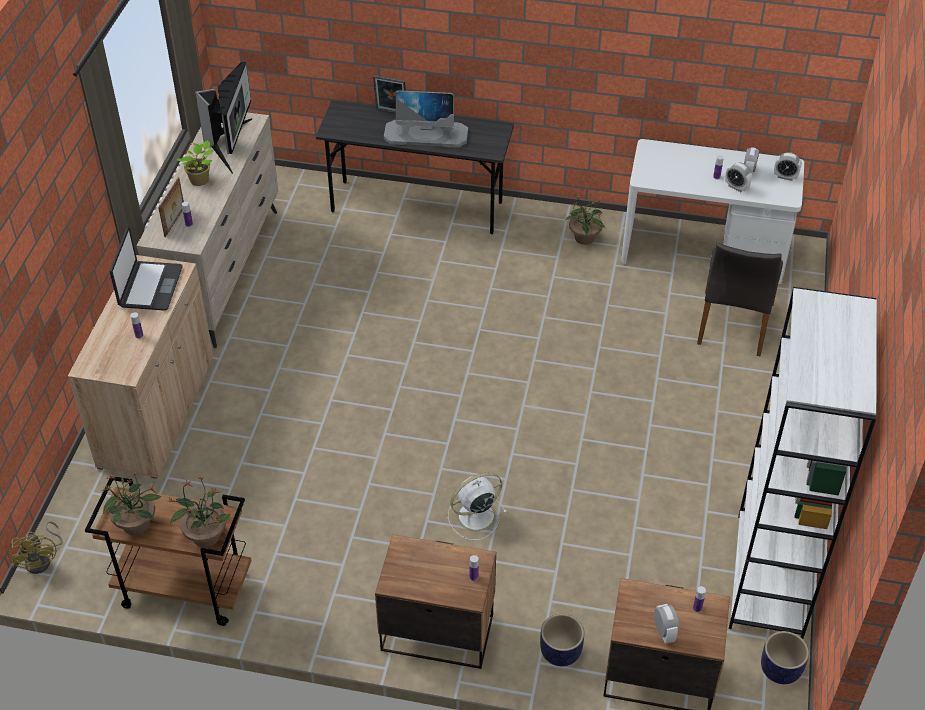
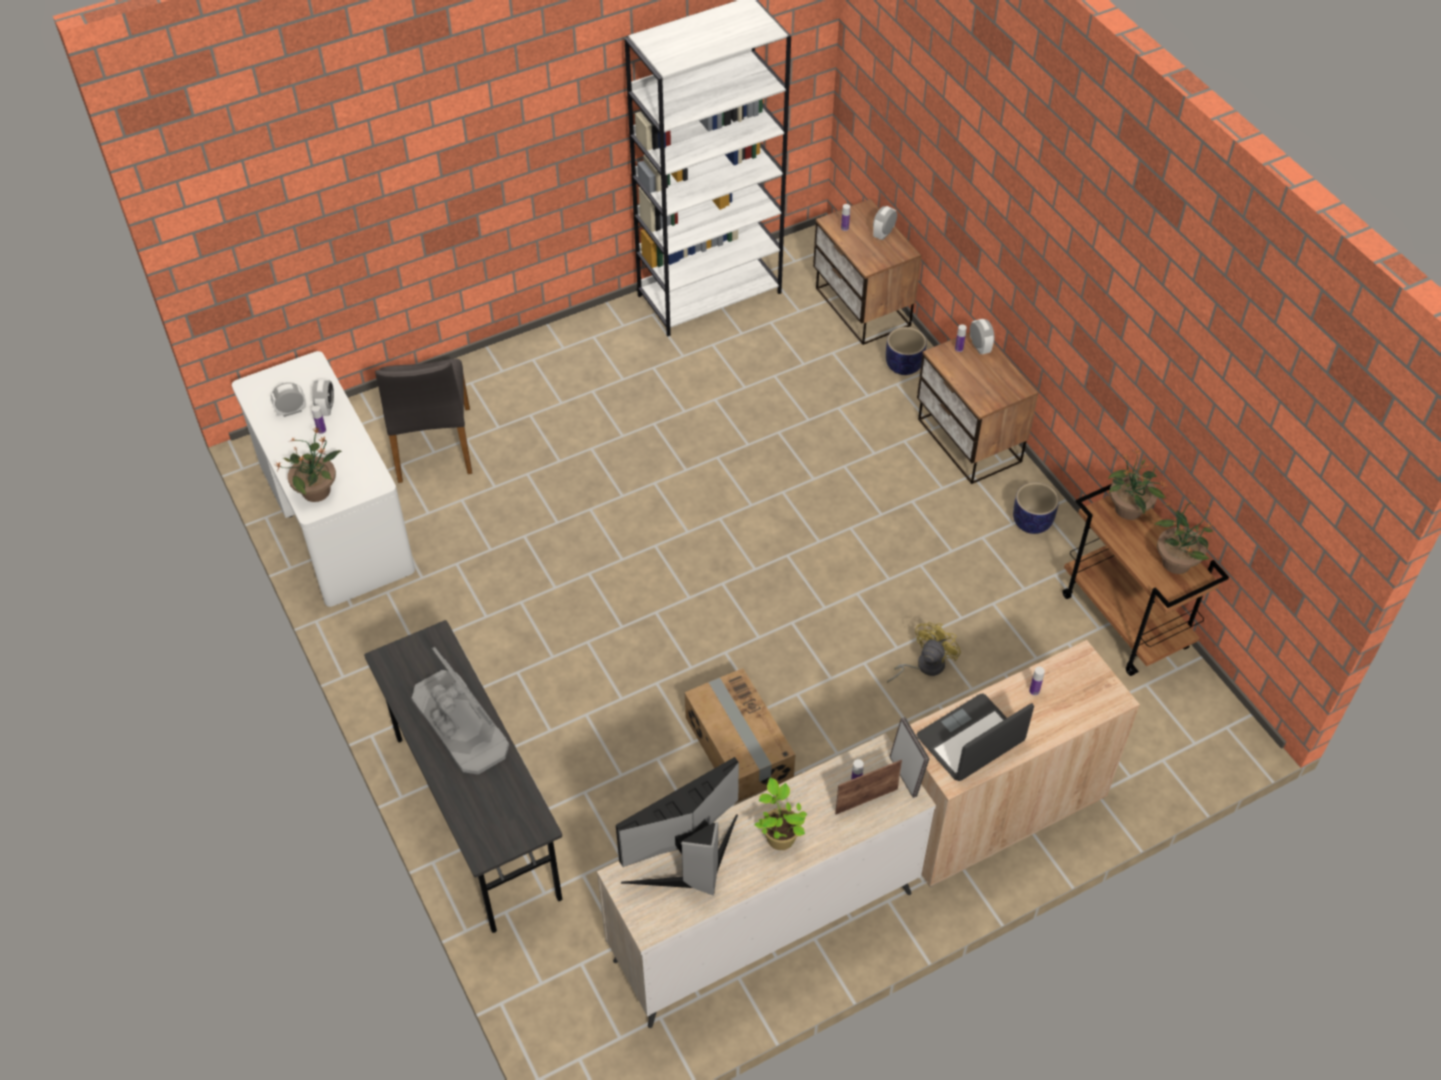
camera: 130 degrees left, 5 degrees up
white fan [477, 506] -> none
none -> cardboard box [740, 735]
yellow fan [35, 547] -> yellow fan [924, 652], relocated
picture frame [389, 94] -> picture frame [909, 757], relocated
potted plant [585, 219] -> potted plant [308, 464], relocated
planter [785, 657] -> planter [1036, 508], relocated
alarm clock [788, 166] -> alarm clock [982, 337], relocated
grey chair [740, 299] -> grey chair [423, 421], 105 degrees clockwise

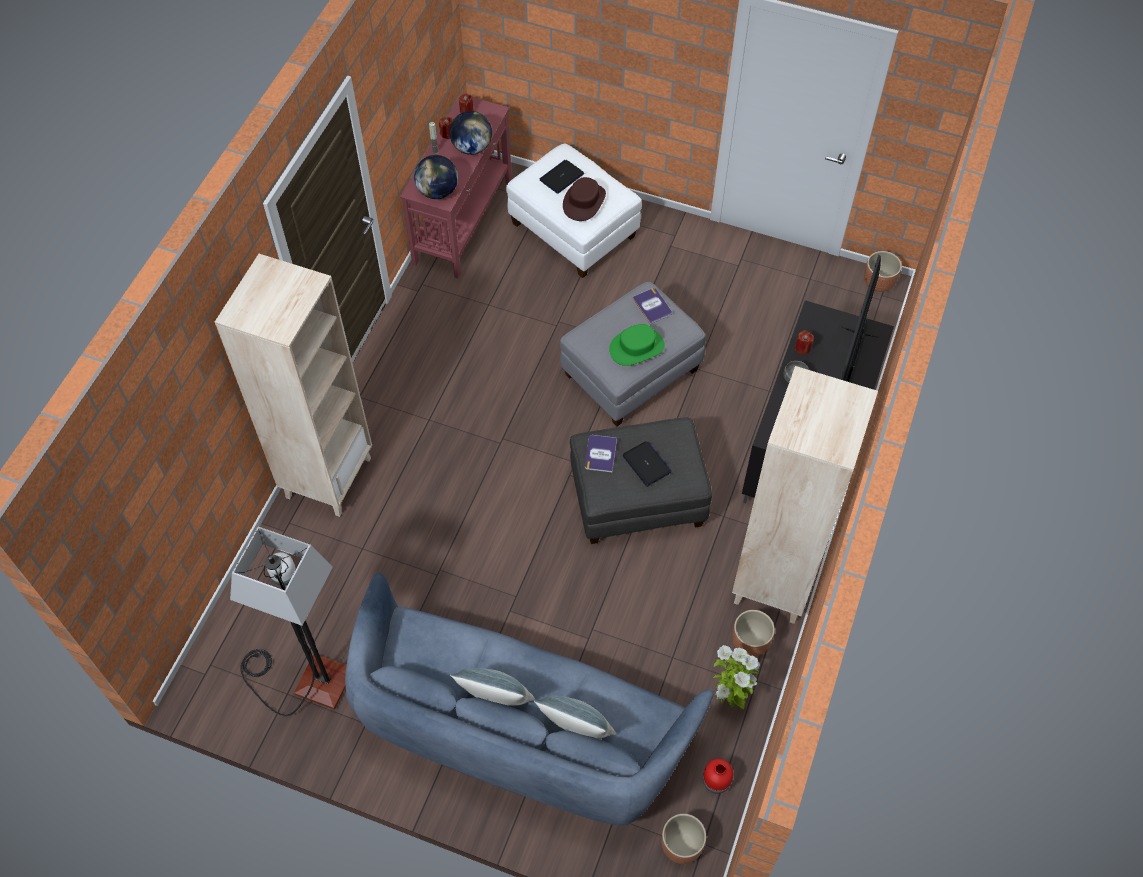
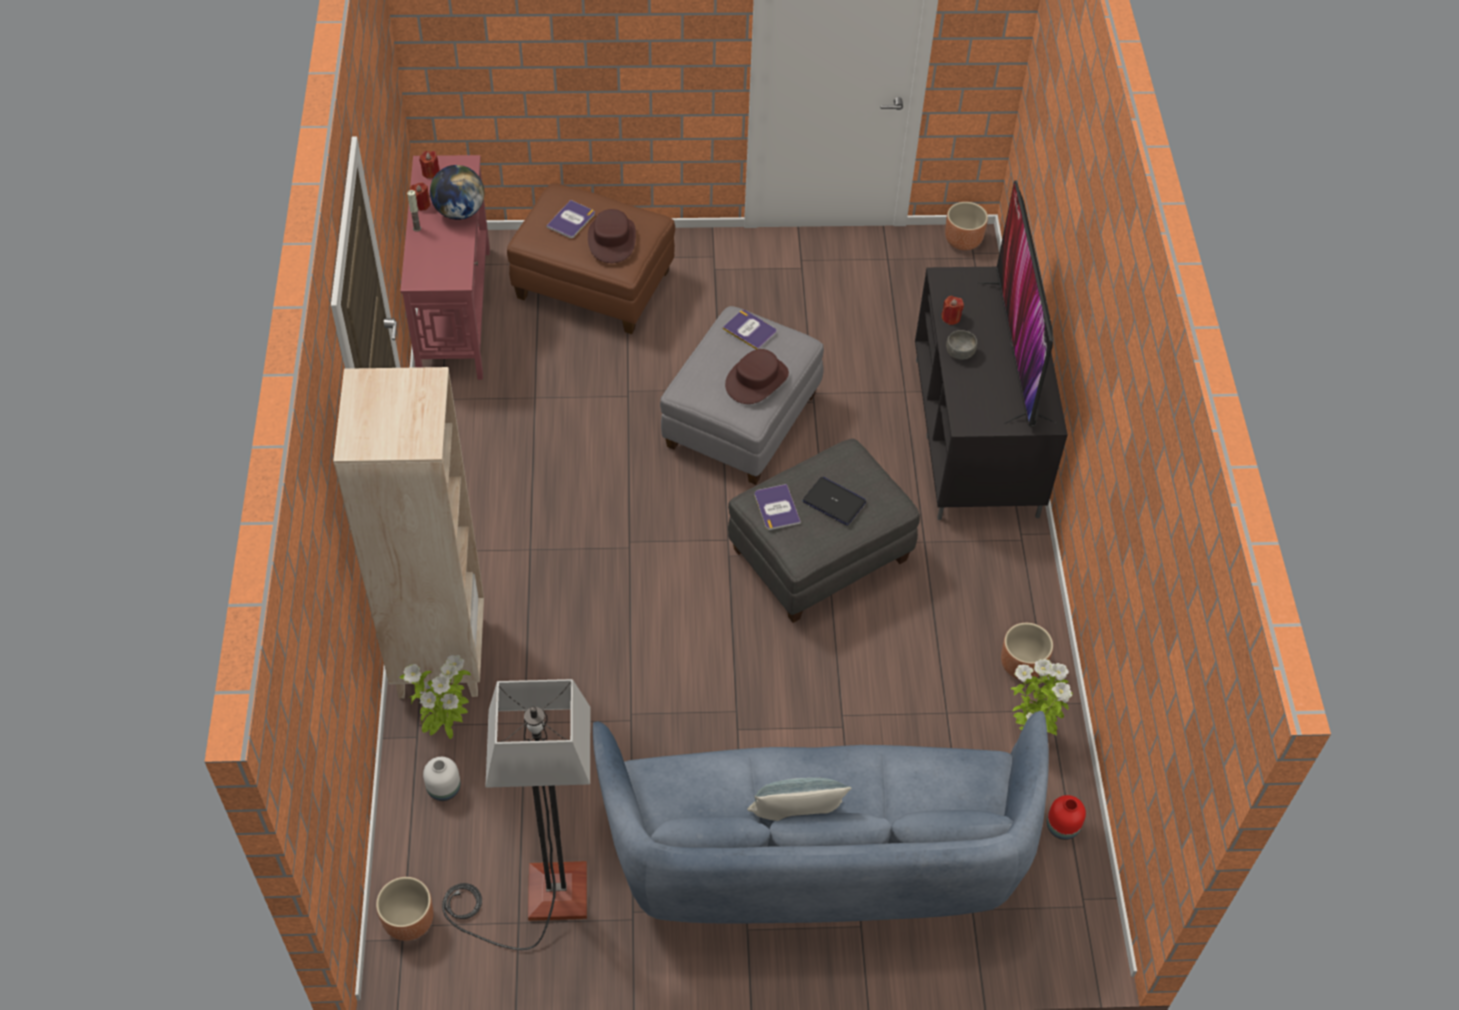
camera: 25 degrees left, 5 degrees down
globe [436, 177] -> none
pillow [575, 717] -> none
beige bookcase [805, 495] -> none
none -> potted plant [435, 697]
brown planter [683, 839] -> brown planter [405, 909], relocated
laptop [561, 177] -> book [570, 219]
white ottoman [574, 210] -> brown ottoman [591, 258]
green hat [637, 345] -> brown hat [757, 376]

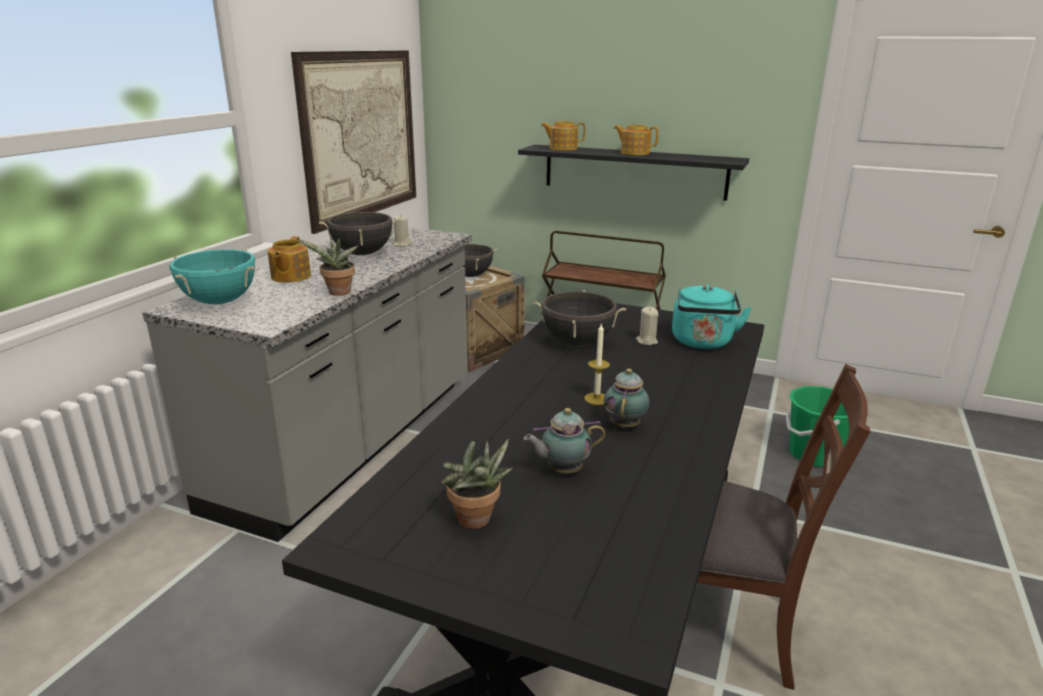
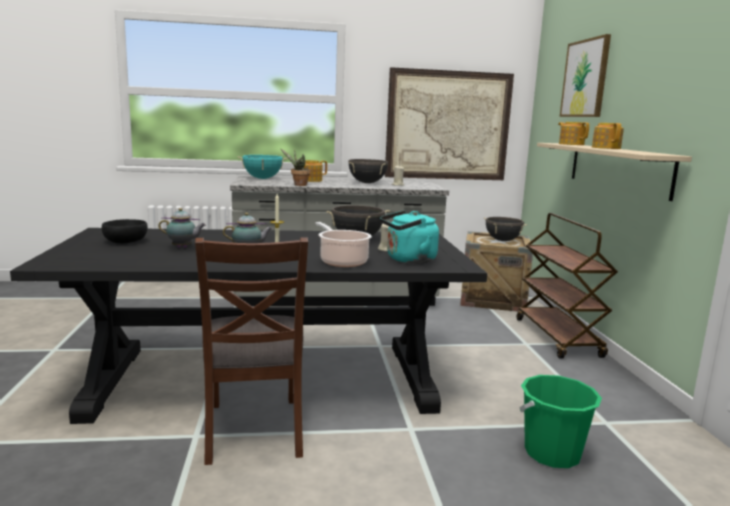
camera: 60 degrees right, 10 degrees down
none -> cooking pot [344, 244]
none -> picture [585, 75]
potted plant [477, 484] -> black bowl [125, 231]
black shelf [633, 173] -> beige shelf [614, 172]
teapot [564, 440] -> teapot [182, 228], 135 degrees clockwise

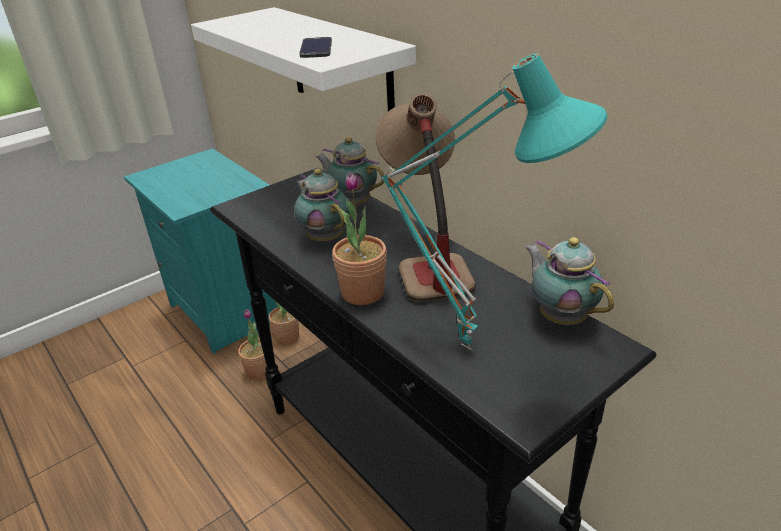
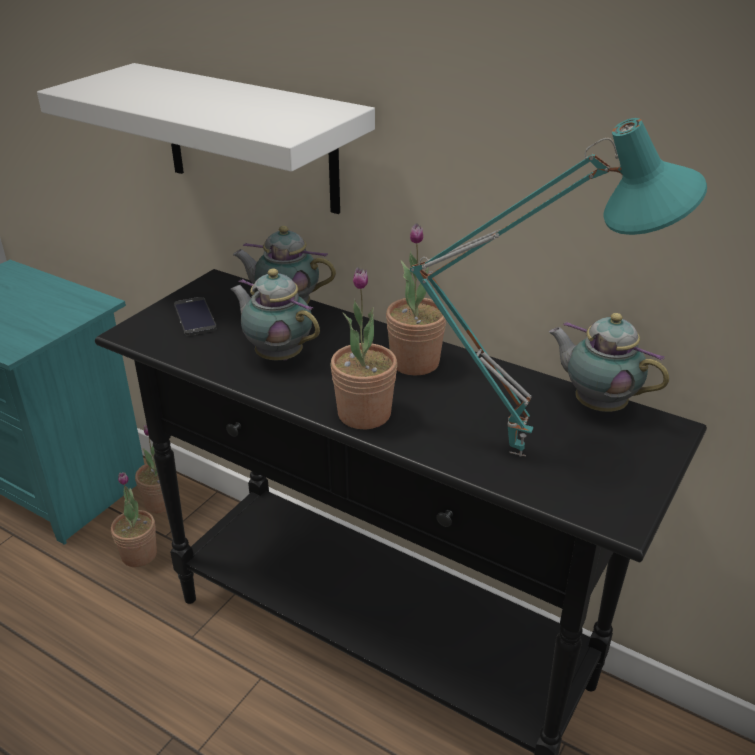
camera: 20 degrees left, 0 degrees up
phone [315, 47] -> phone [195, 316], relocated
table lamp [426, 198] -> potted plant [416, 299]

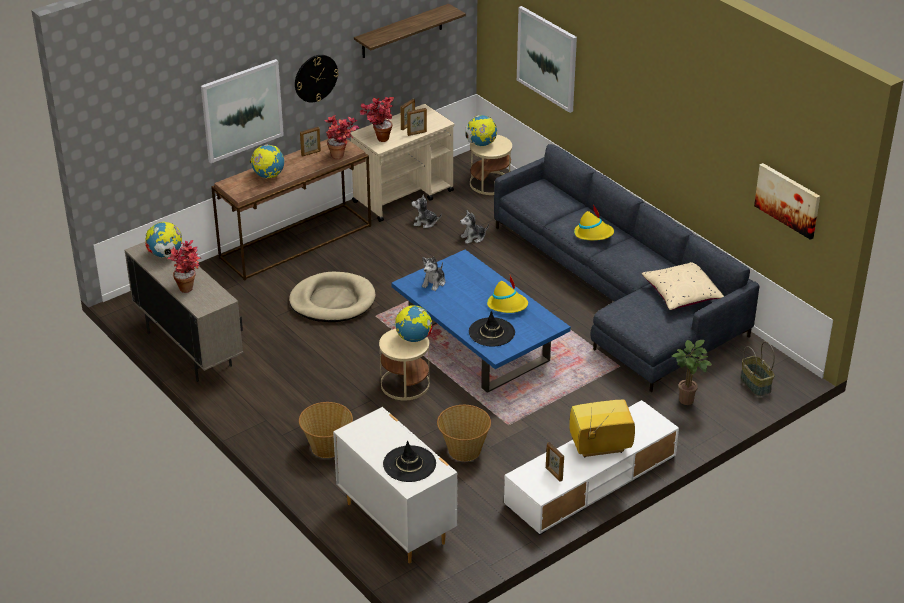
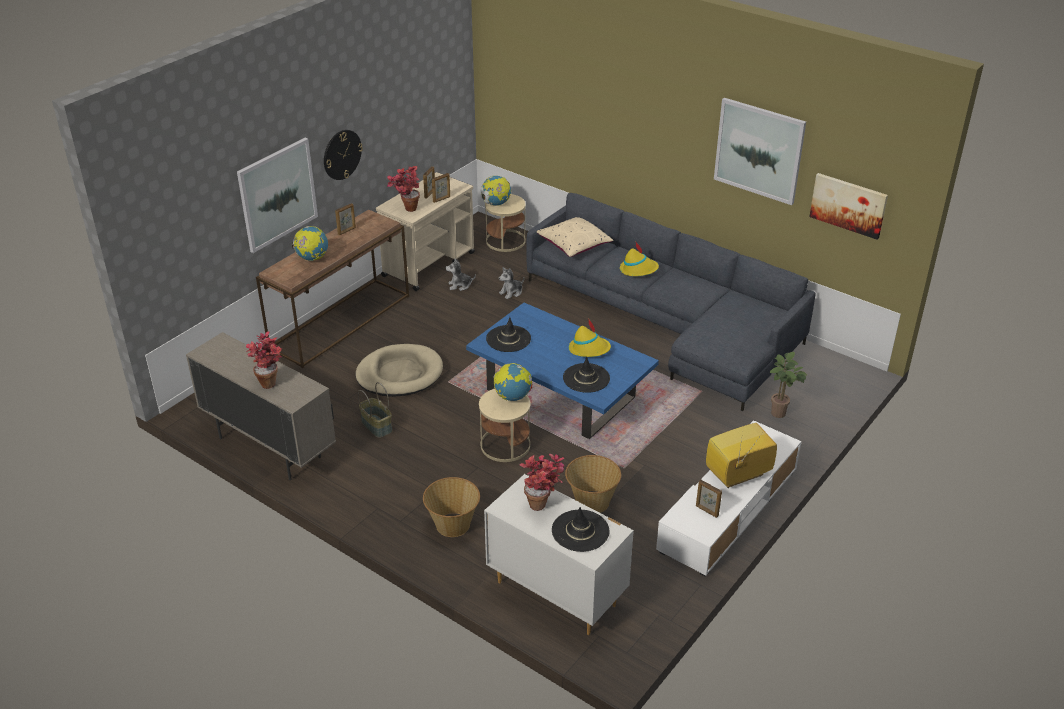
camera: 15 degrees left, 0 degrees up
globe [163, 240] -> none
shelf [410, 31] -> none
potted plant [341, 137] -> potted plant [541, 482], relocated
picture [547, 59] -> picture [760, 151], relocated
beige pillow [683, 286] -> beige pillow [575, 237], relocated
basket [758, 368] -> basket [375, 410], relocated
plush toy [434, 274] -> black hat [508, 334]

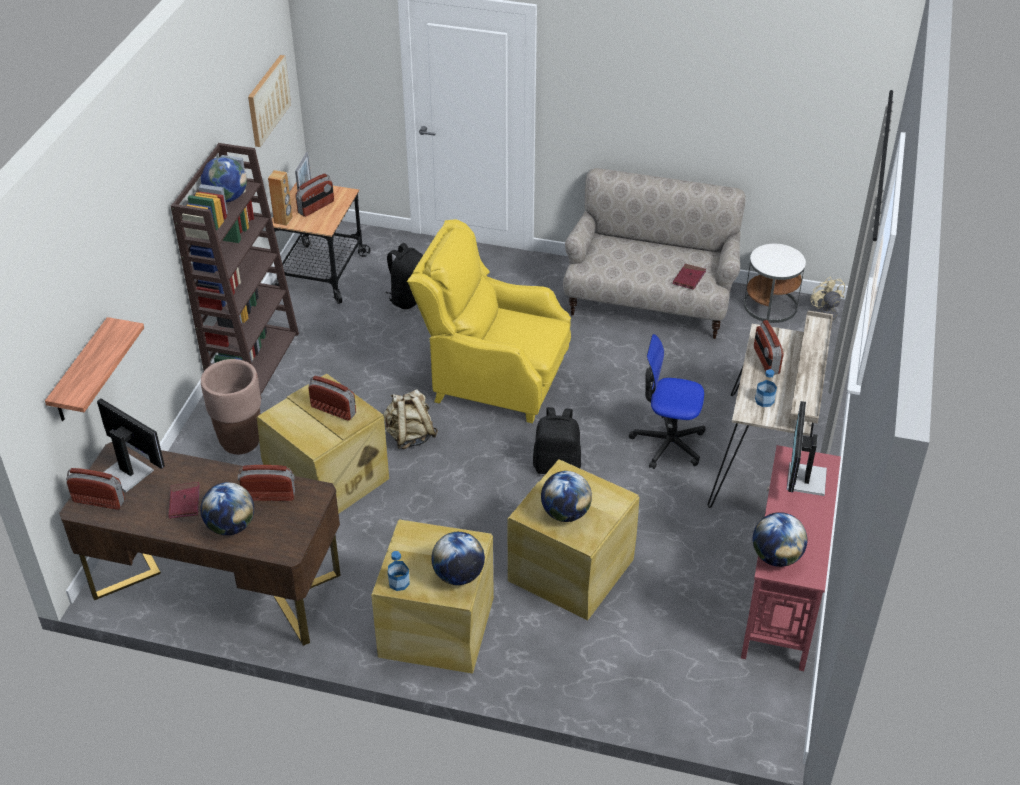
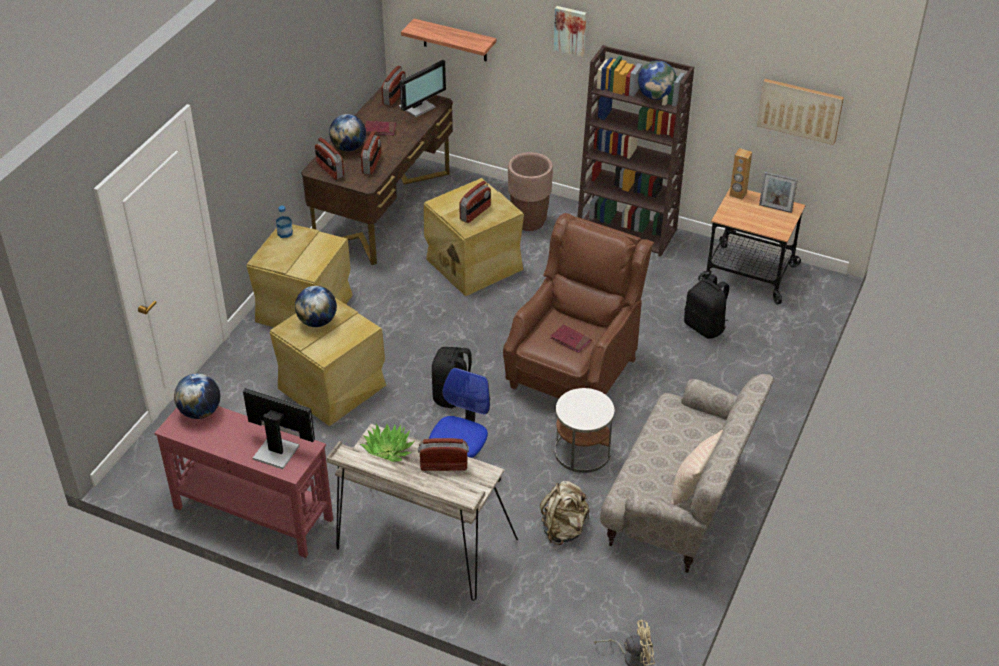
camera: 100 degrees right, 0 degrees up
globe [458, 558] -> none
none -> picture [570, 31]
none -> beige pillow [697, 467]
radio [315, 195] -> radio [329, 159], relocated
beige backpack [410, 419] -> beige backpack [565, 513], relocated
red book [689, 277] -> red book [570, 338], relocated
white side table [775, 283] -> white side table [584, 430], relocated
bottle [766, 388] -> potted plant [387, 443]
yellow armchair [489, 321] -> brown armchair [578, 305]

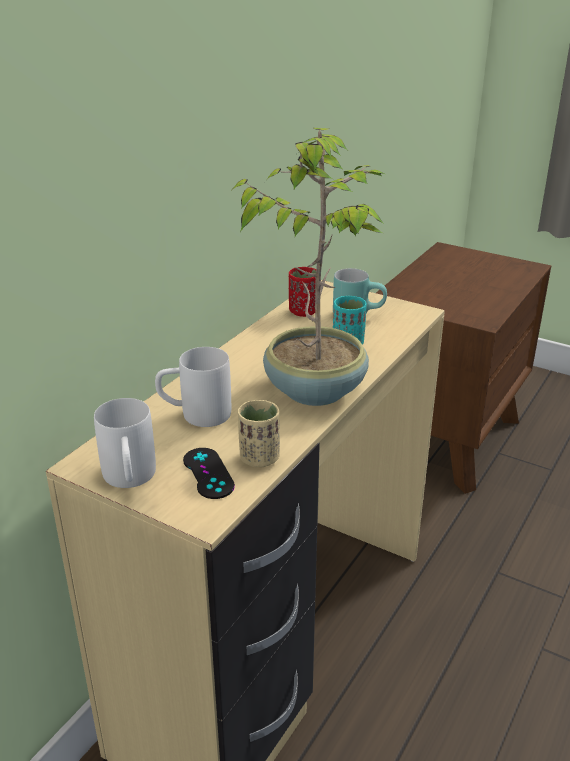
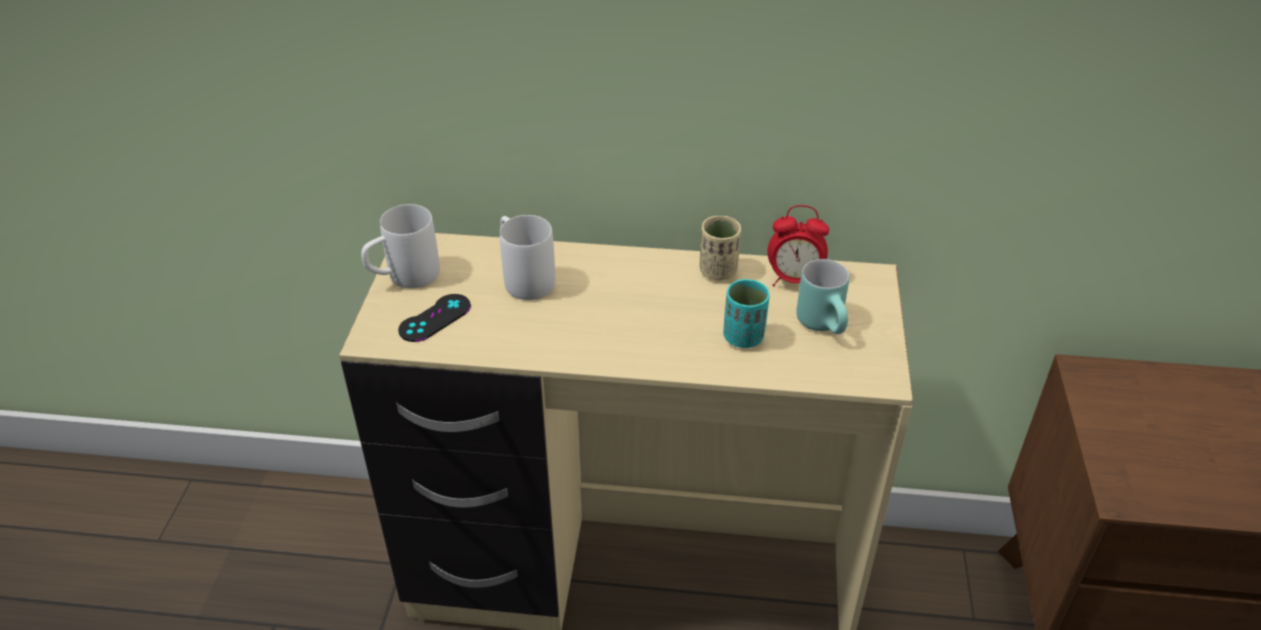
camera: 65 degrees right, 10 degrees up
potted plant [307, 267] -> none
beige cup [259, 434] -> beige cup [720, 248], relocated
red cup [302, 292] -> alarm clock [798, 245]

